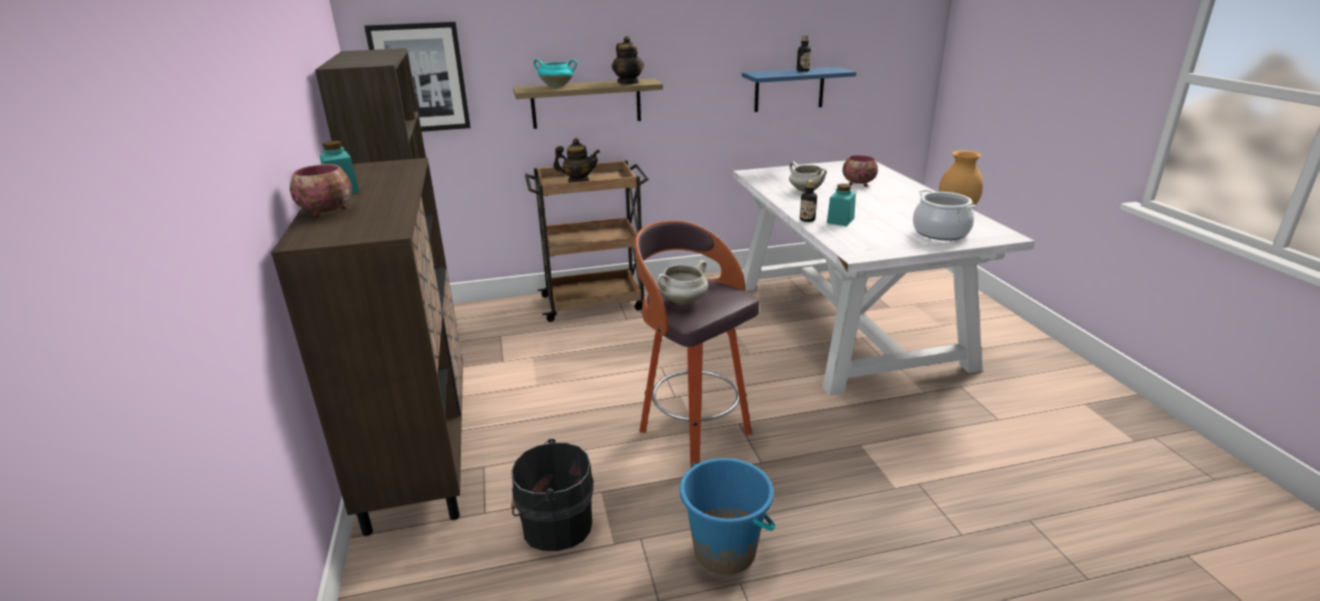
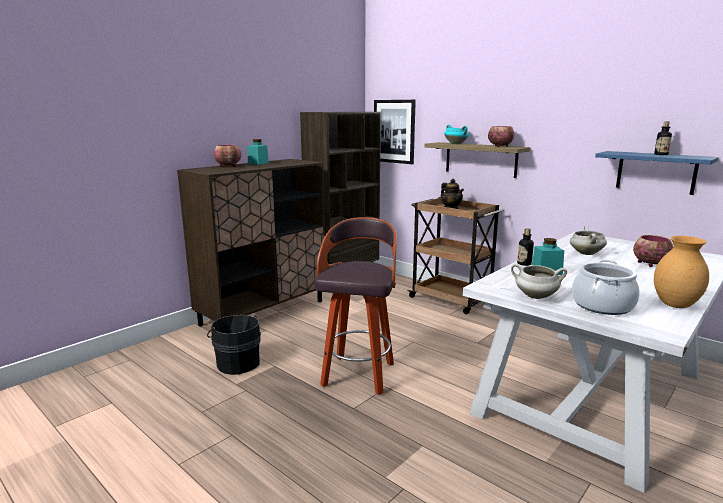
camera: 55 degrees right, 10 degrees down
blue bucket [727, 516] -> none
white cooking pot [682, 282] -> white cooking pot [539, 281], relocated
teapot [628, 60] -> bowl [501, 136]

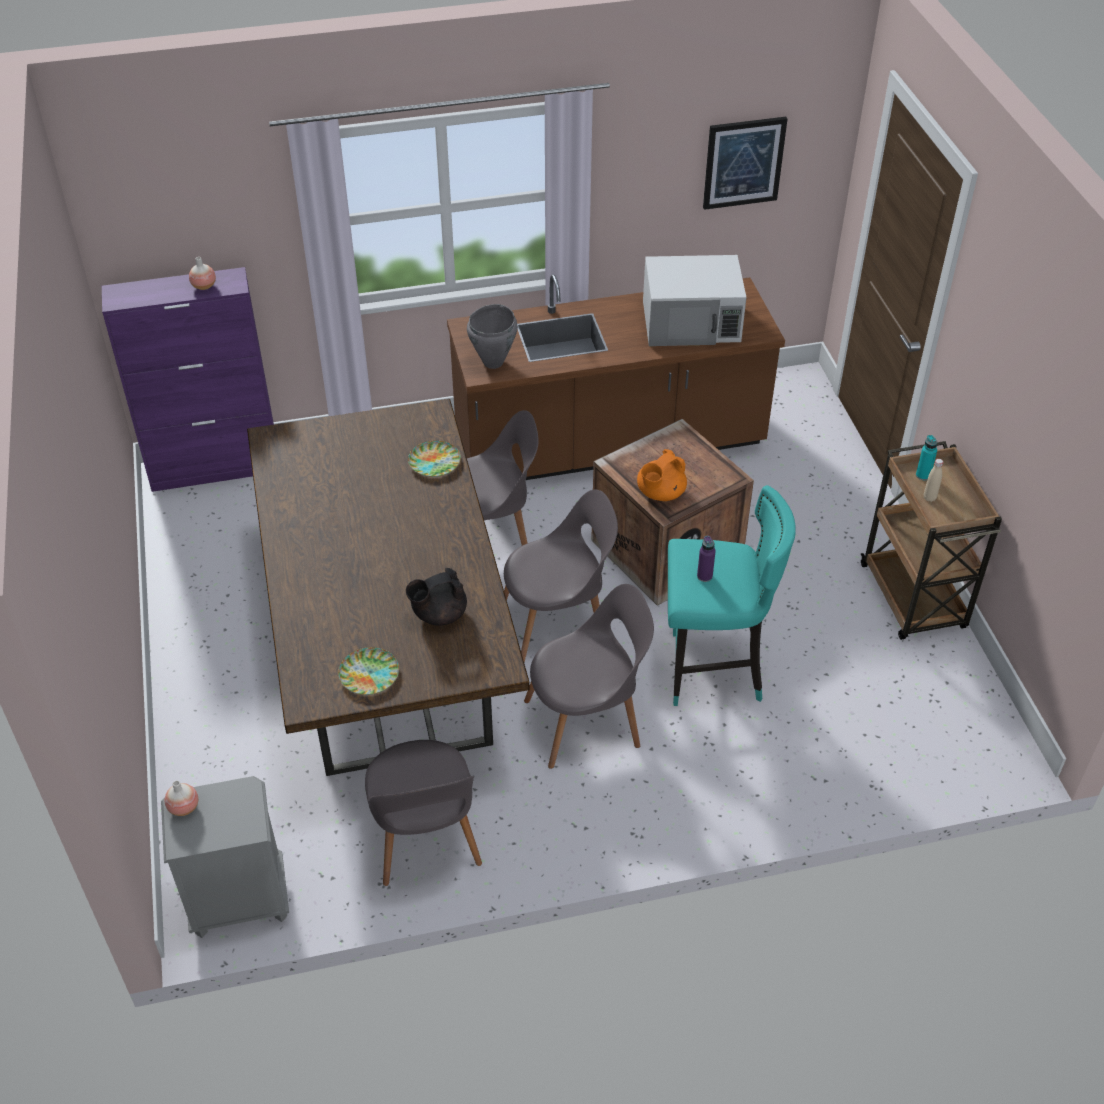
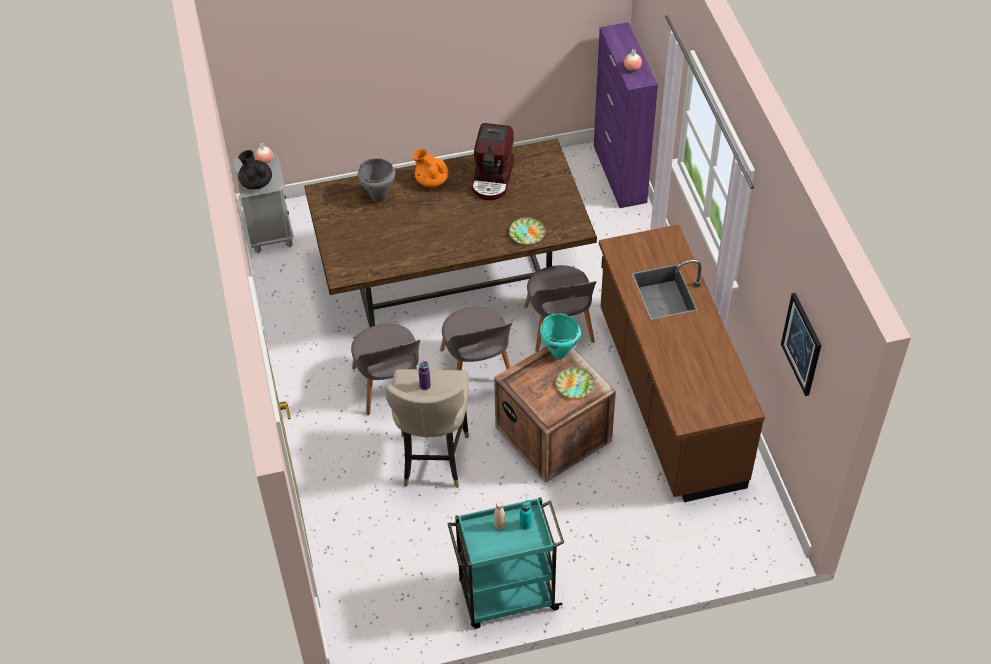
camera: 90 degrees right, 5 degrees up
grey chair [423, 813] -> none
white microwave [695, 300] -> none
none -> coffee machine [493, 161]
none -> turquoise cooking pot [560, 336]
plate [368, 671] -> plate [575, 382], relocated
black teapot [436, 596] -> black teapot [255, 170], relocated
grey cooking pot [492, 336] -> grey cooking pot [377, 180], relocated
orange teapot [662, 475] -> orange teapot [430, 168], relocated
turquoise stool [732, 595] -> beige stool [427, 428]
brown cart [931, 540] -> turquoise cart [506, 563]

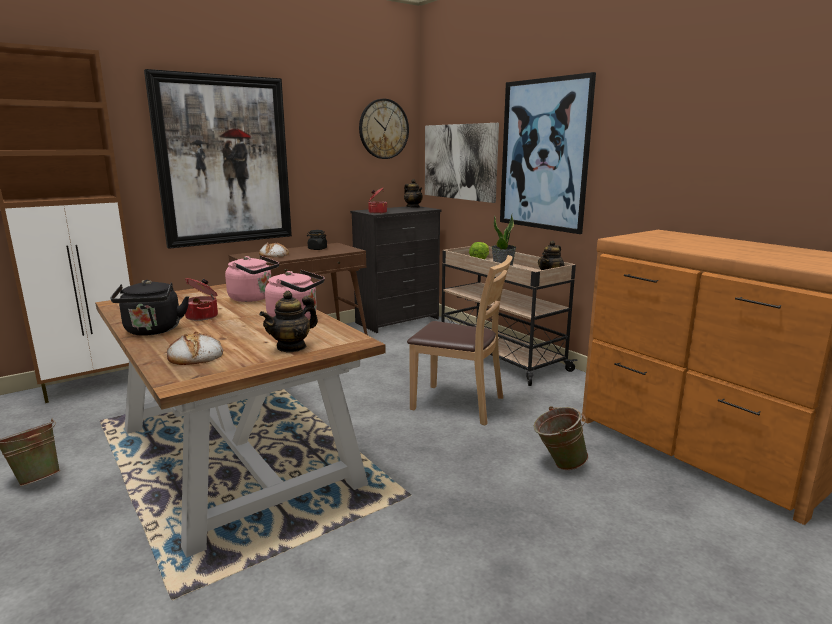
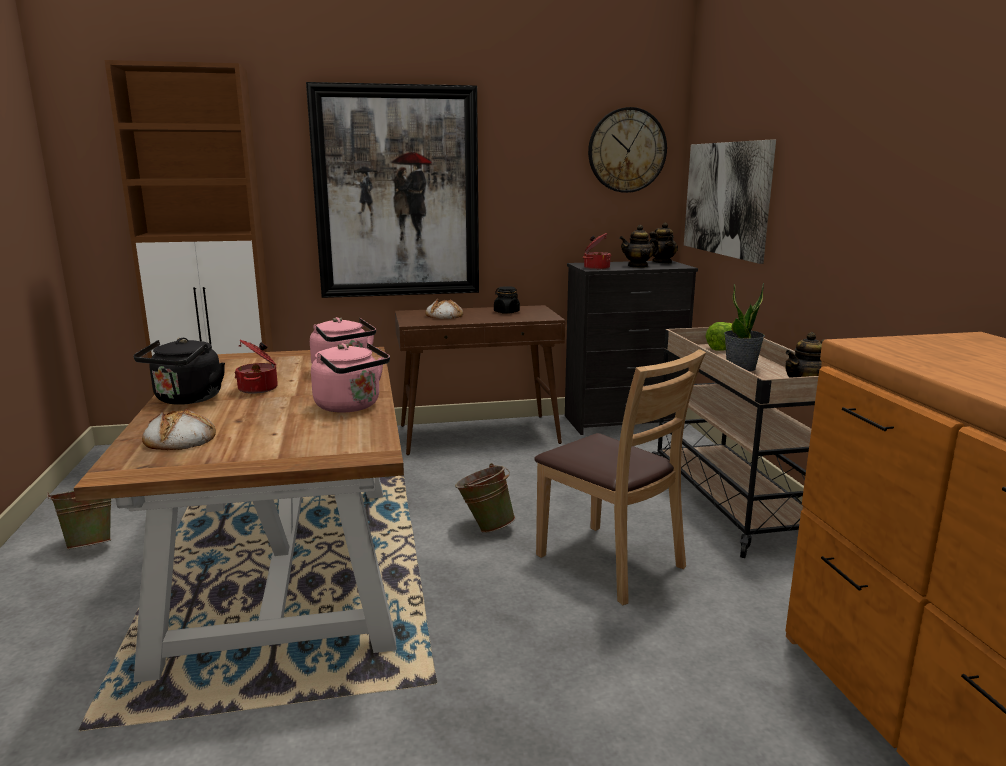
camera: 25 degrees right, 0 degrees up
picture [548, 153] -> none
teapot [288, 322] -> teapot [639, 246], relocated
green bucket [561, 438] -> green bucket [485, 498], relocated

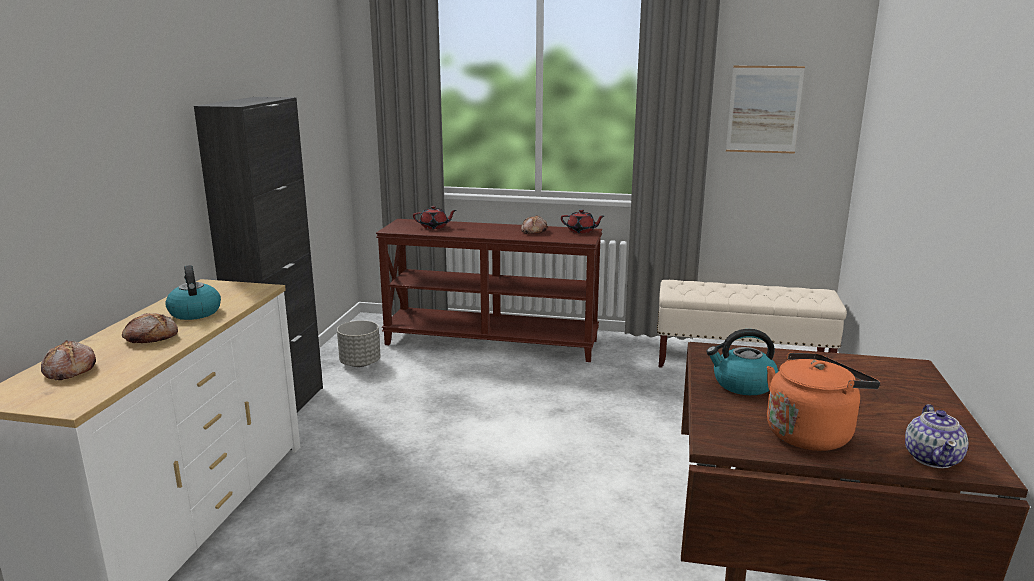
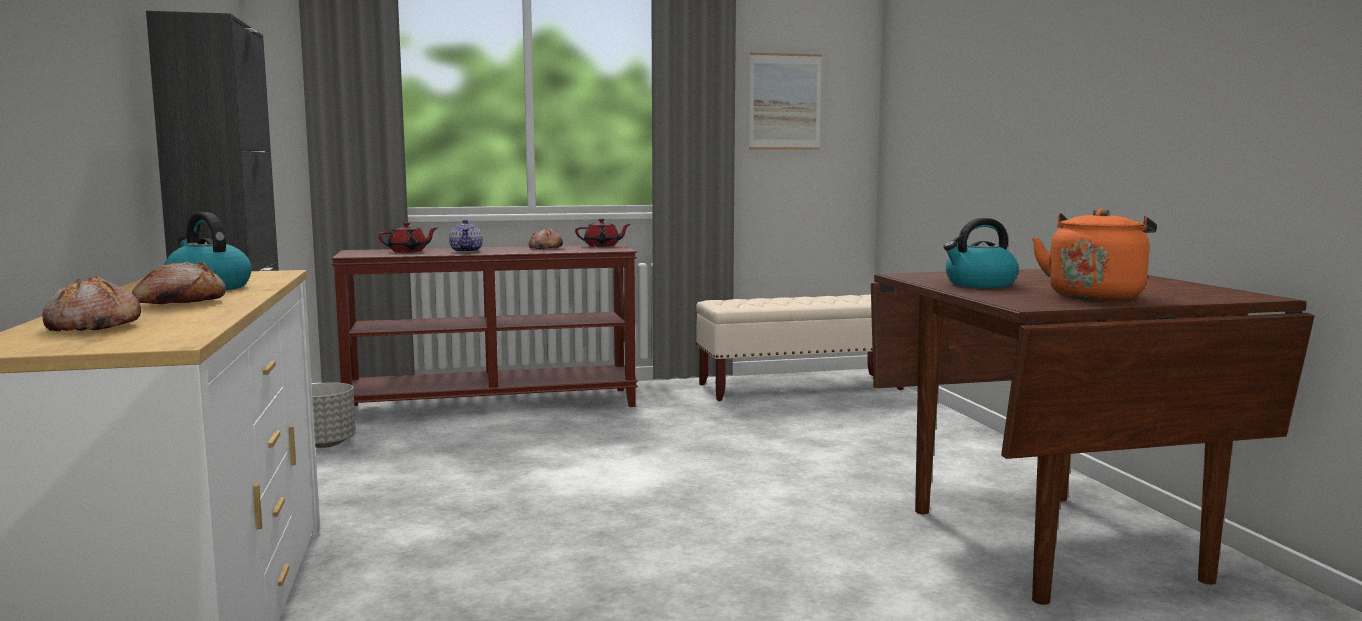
camera: 25 degrees left, 10 degrees down
teapot [937, 436] -> teapot [466, 236], relocated

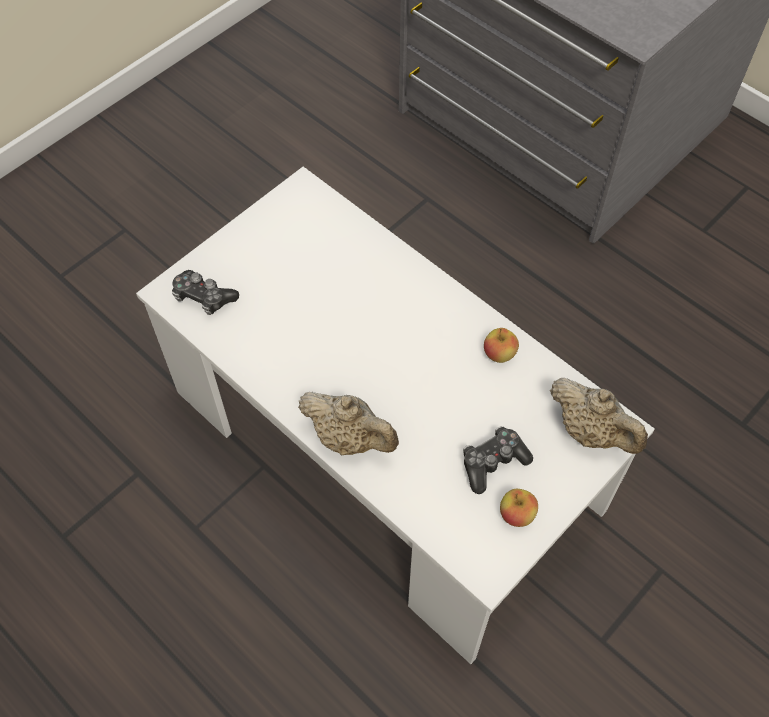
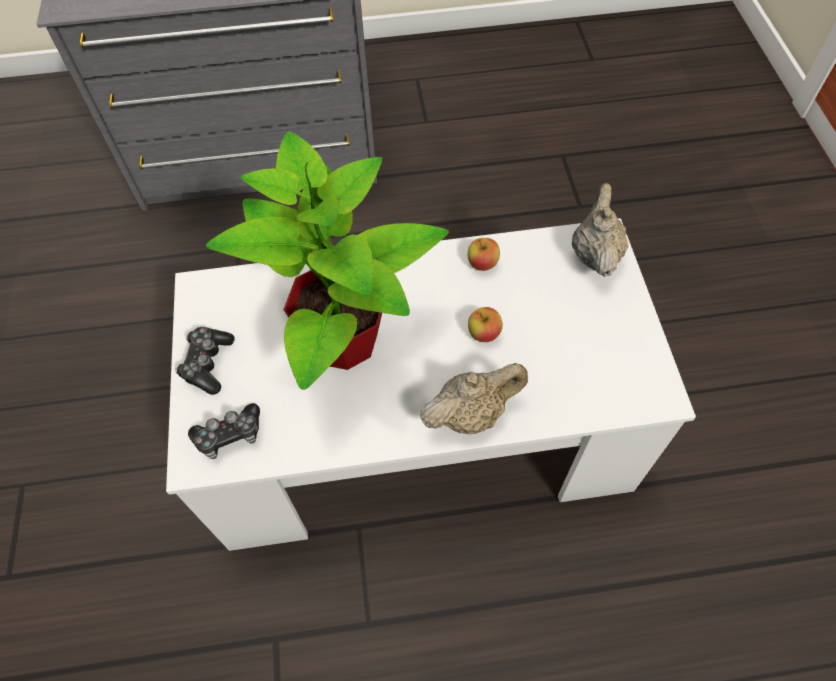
camera: 50 degrees left, 0 degrees up
none -> potted plant [327, 261]
game controller [498, 460] -> game controller [205, 361], relocated
apple [519, 508] -> apple [485, 324], relocated
beige teapot [599, 416] -> beige teapot [600, 230], 75 degrees counterclockwise

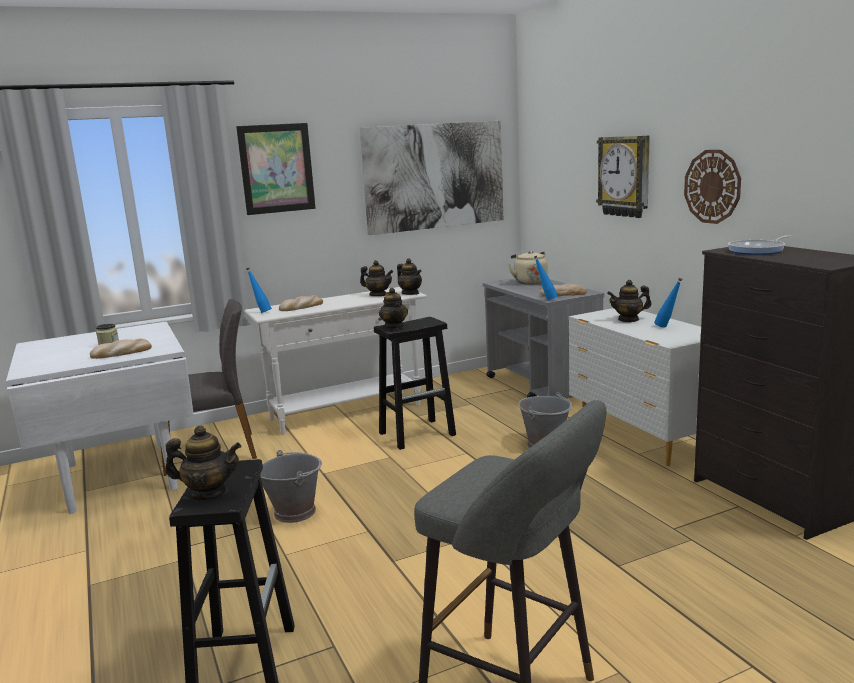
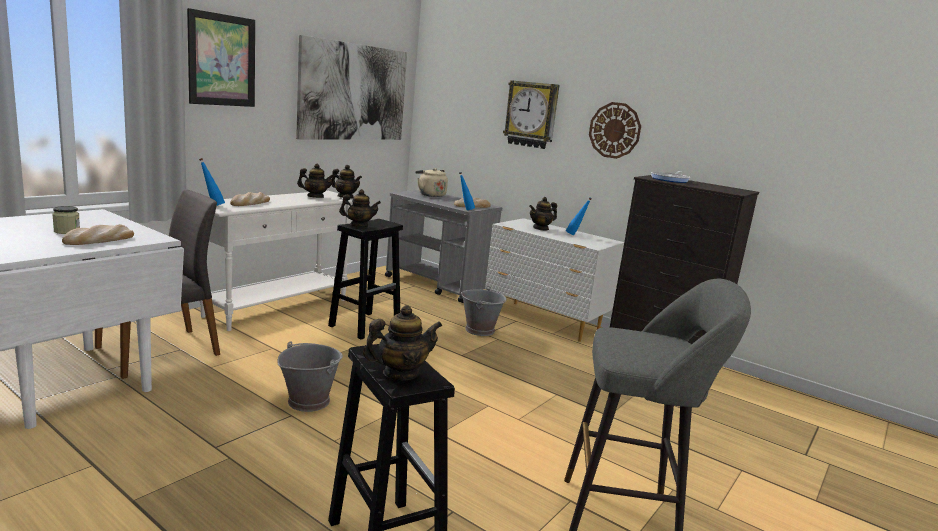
camera: 30 degrees left, 0 degrees up
teapot [393, 308] -> teapot [360, 208], 45 degrees counterclockwise

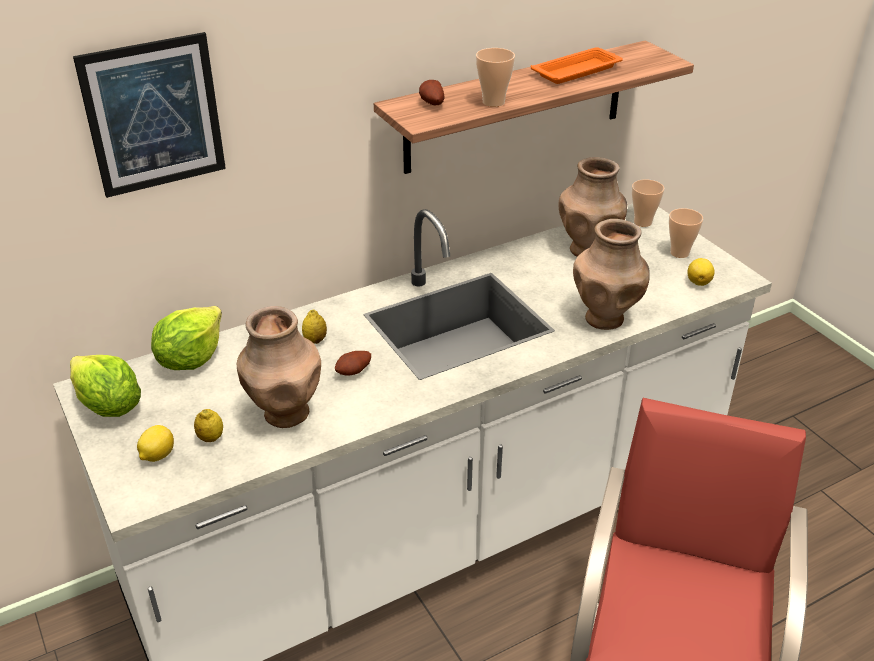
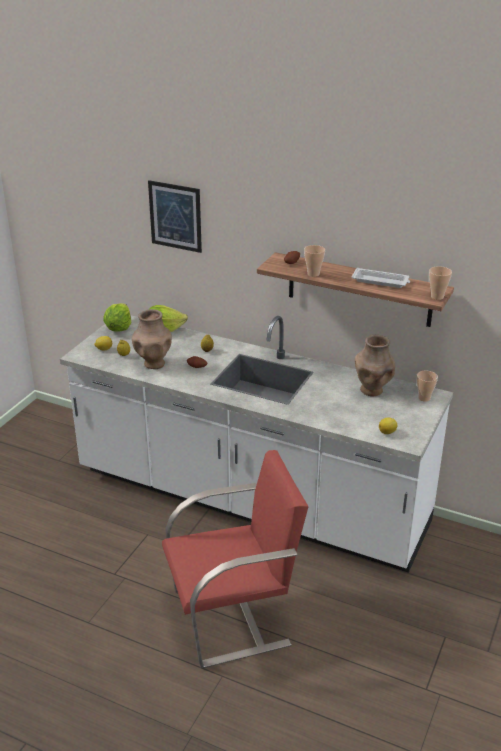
camera: 55 degrees right, 5 degrees down
brown vase [611, 274] -> none
cup [686, 233] -> cup [440, 283], relocated
orange tray [577, 65] -> white tray [381, 277]

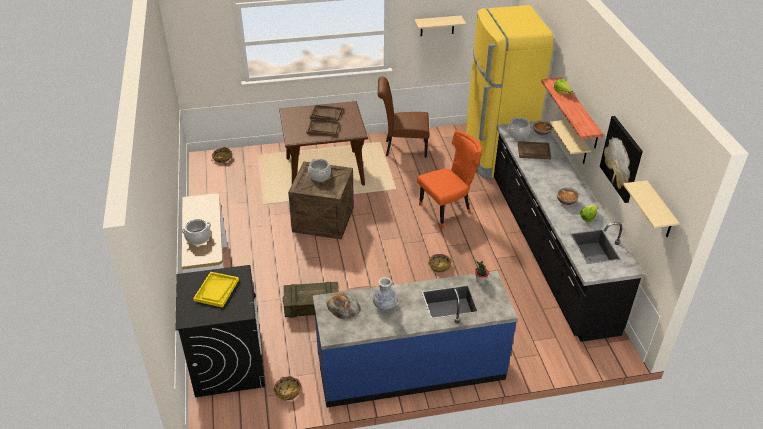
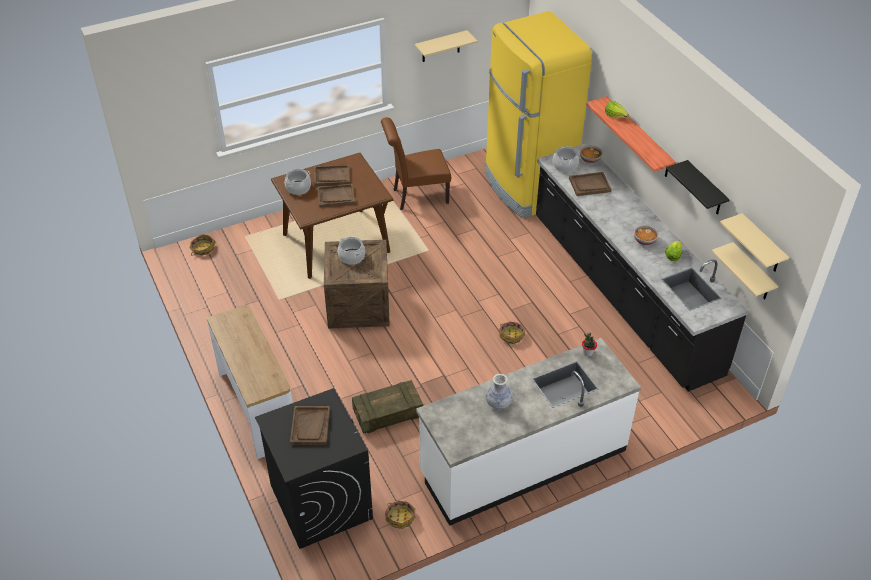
camera: 15 degrees left, 5 degrees up
bread [344, 306] -> none
orange chair [449, 179] -> none
cooking pot [196, 232] -> cooking pot [297, 182], relocated
beige shelf [570, 142] -> beige shelf [744, 271], relocated
picture [621, 159] -> black shelf [698, 187]
yellow tray [216, 289] -> brown tray [310, 425]
blue counter [415, 339] -> white counter [528, 432]

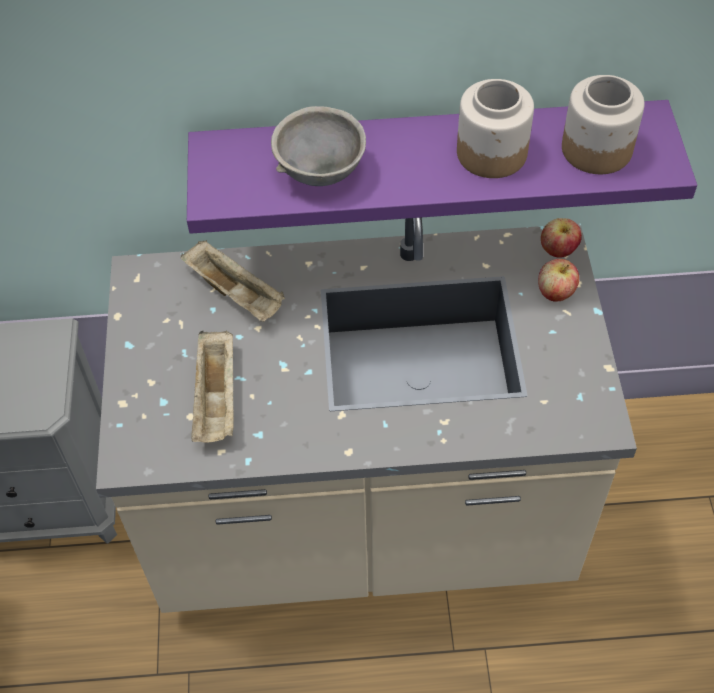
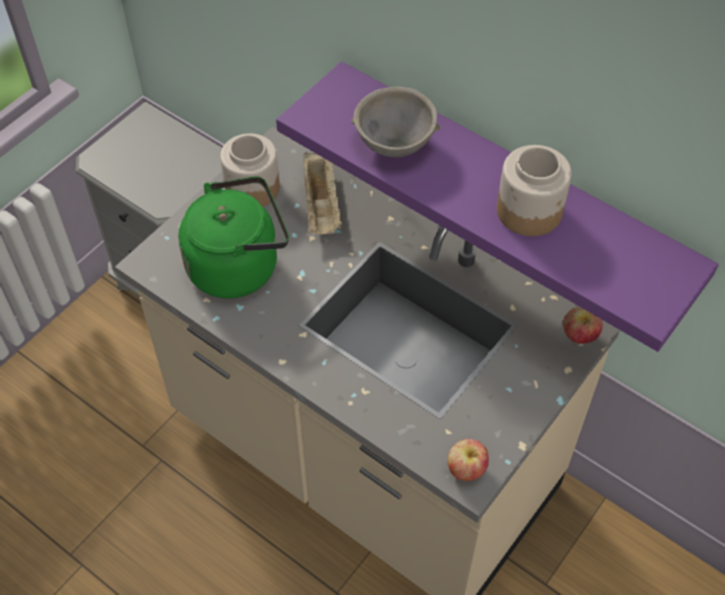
camera: 40 degrees right, 0 degrees up
apple [558, 280] -> apple [468, 460], relocated
jar [603, 124] -> jar [250, 170], relocated
beige tray [212, 387] -> green kettle [233, 237]

